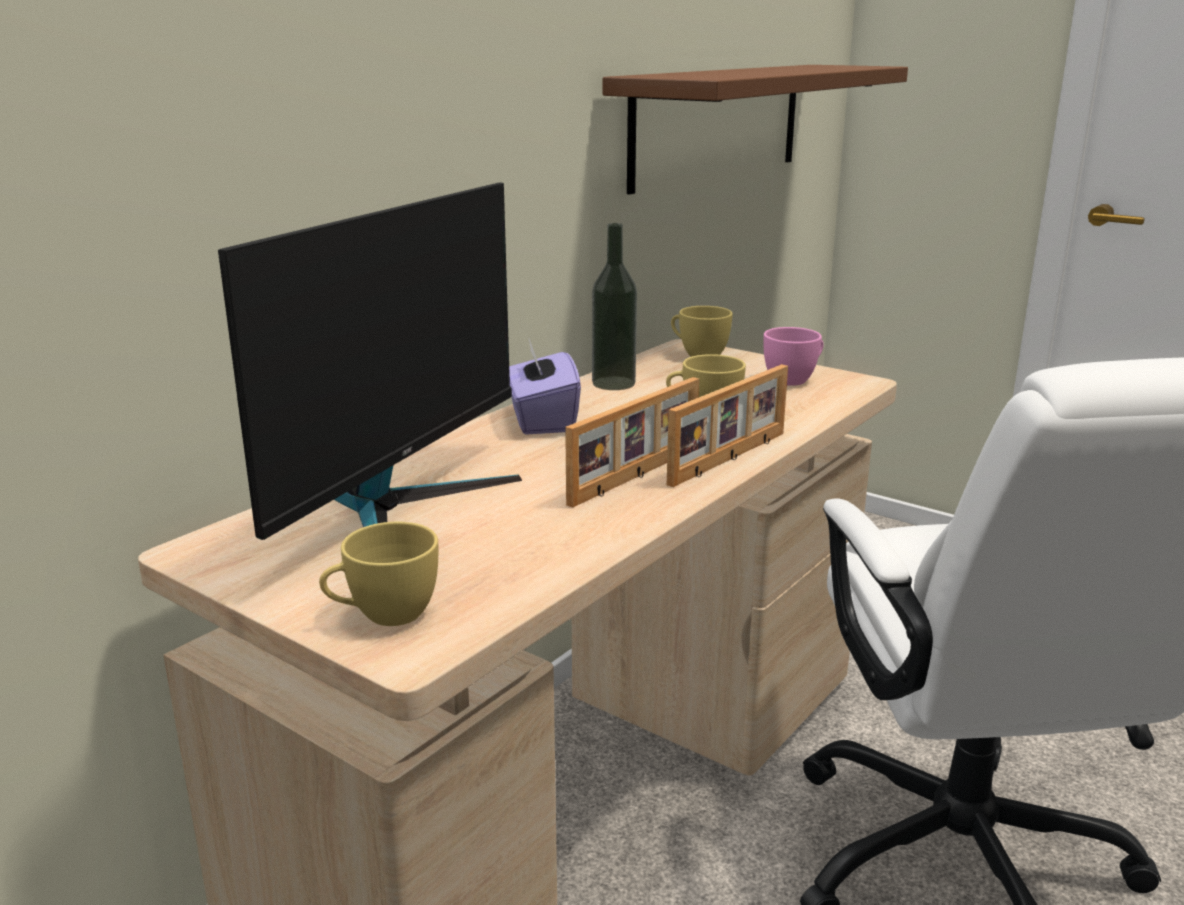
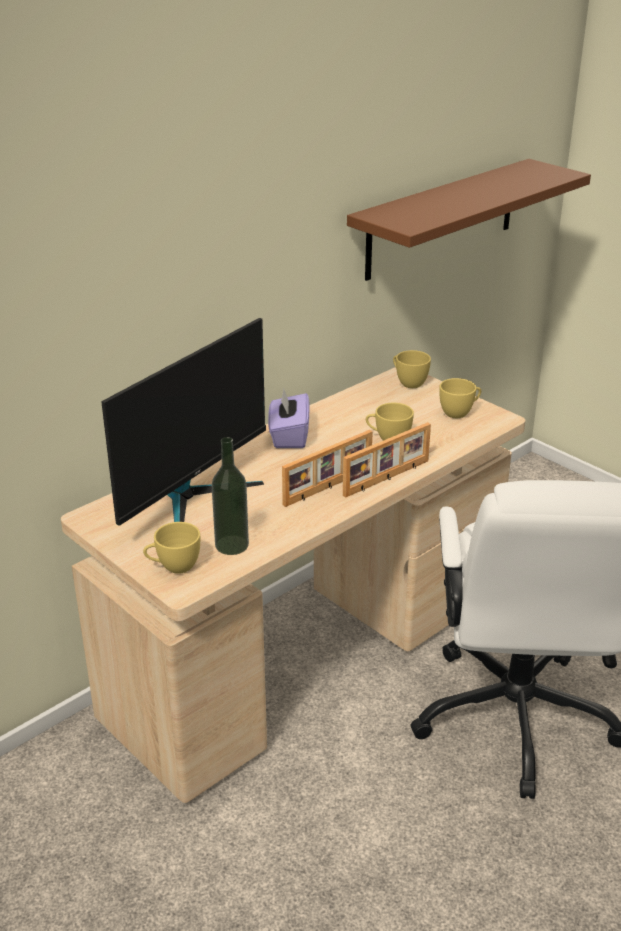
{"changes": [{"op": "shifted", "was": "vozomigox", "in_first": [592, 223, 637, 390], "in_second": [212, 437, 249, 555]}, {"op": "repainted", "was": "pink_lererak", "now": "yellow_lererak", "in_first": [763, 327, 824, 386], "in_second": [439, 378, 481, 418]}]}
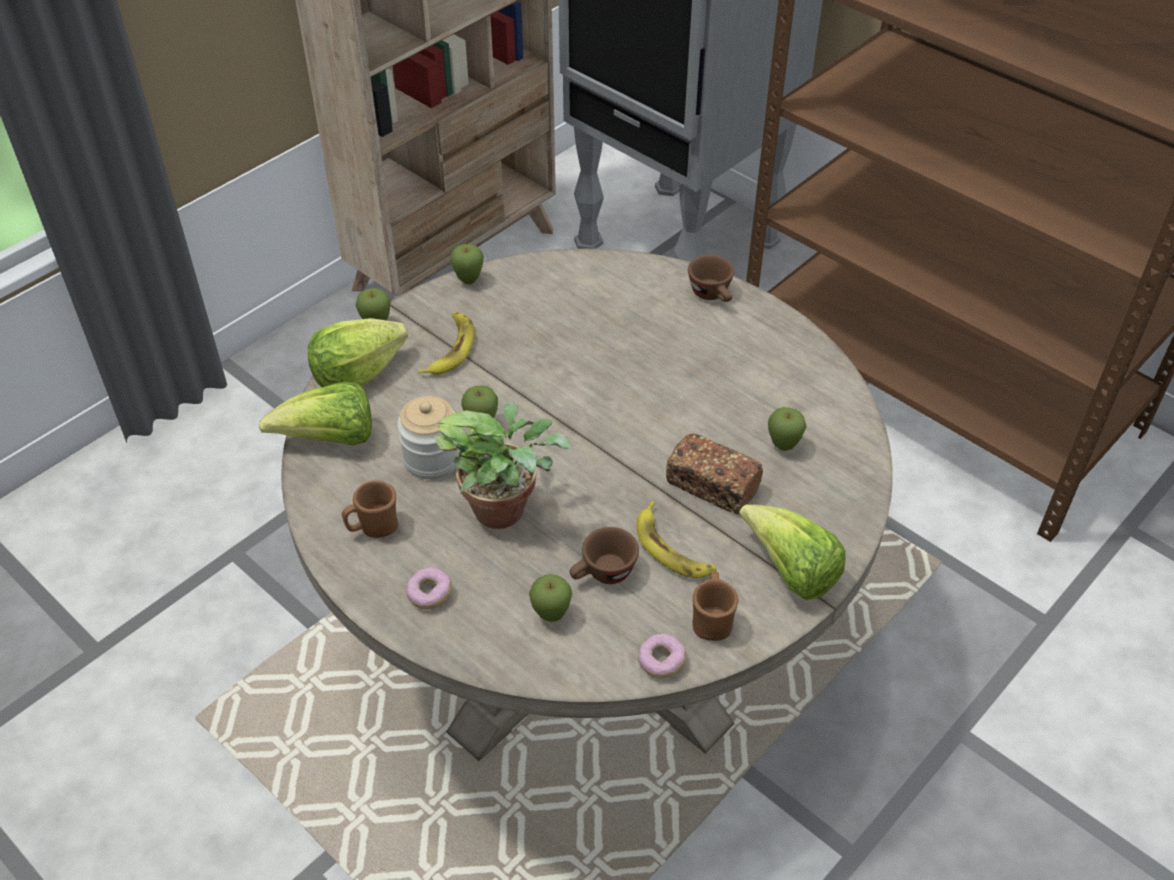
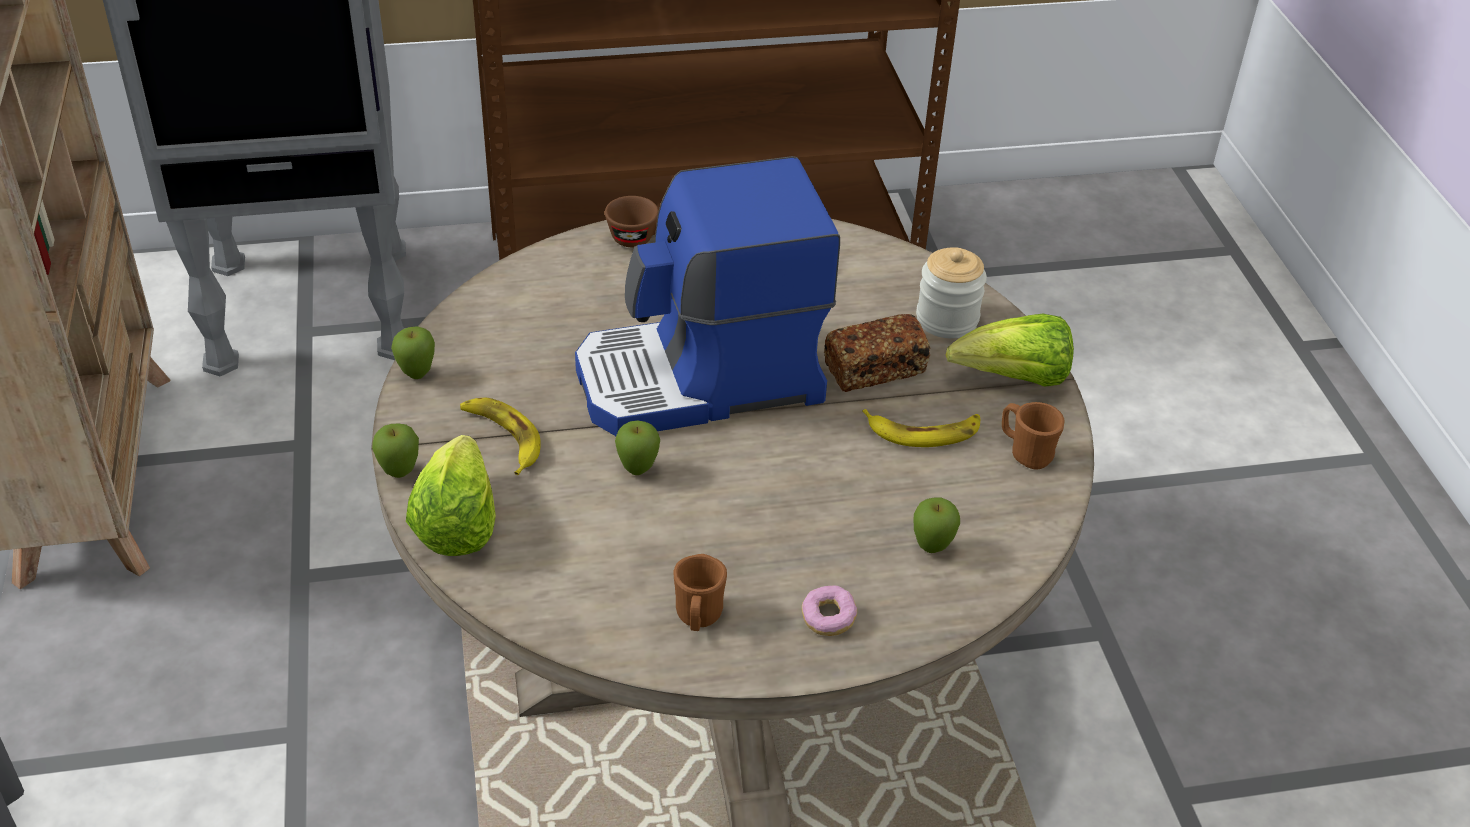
{"changes": [{"op": "gone", "was": "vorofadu", "in_first": [259, 382, 372, 445]}, {"op": "shifted", "was": "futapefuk", "in_first": [397, 396, 461, 479], "in_second": [916, 247, 987, 338]}, {"op": "gone", "was": "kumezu", "in_first": [434, 401, 571, 529]}, {"op": "gone", "was": "brown_lererak", "in_first": [570, 527, 639, 584]}, {"op": "gone", "was": "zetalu", "in_first": [638, 633, 686, 678]}, {"op": "gone", "was": "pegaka", "in_first": [768, 407, 807, 451]}, {"op": "new", "now": "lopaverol", "in_second": [575, 156, 840, 436]}]}
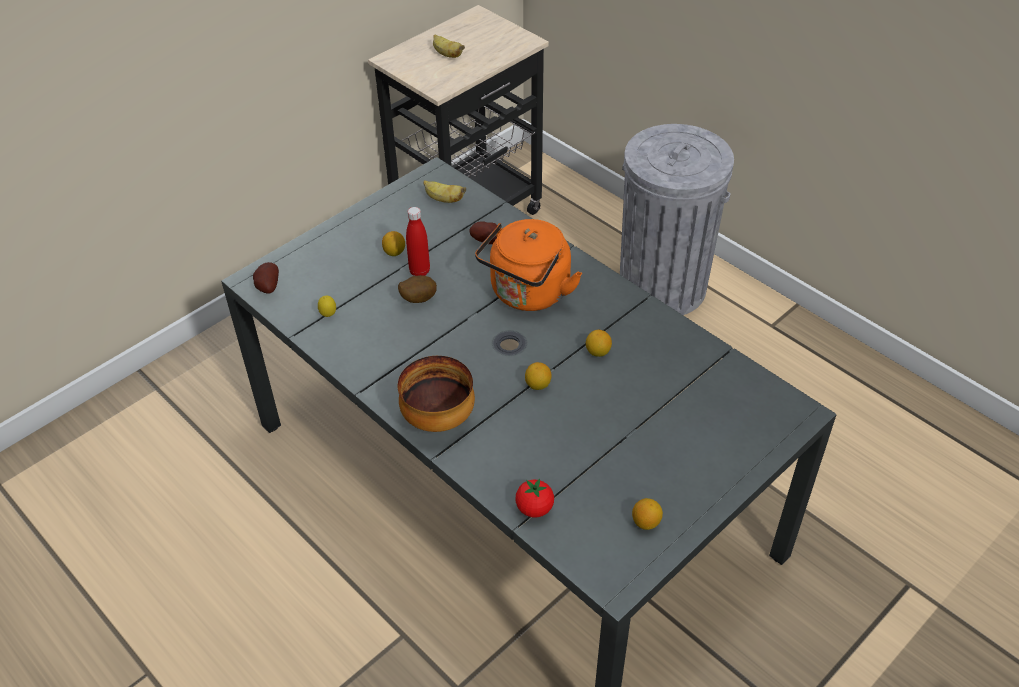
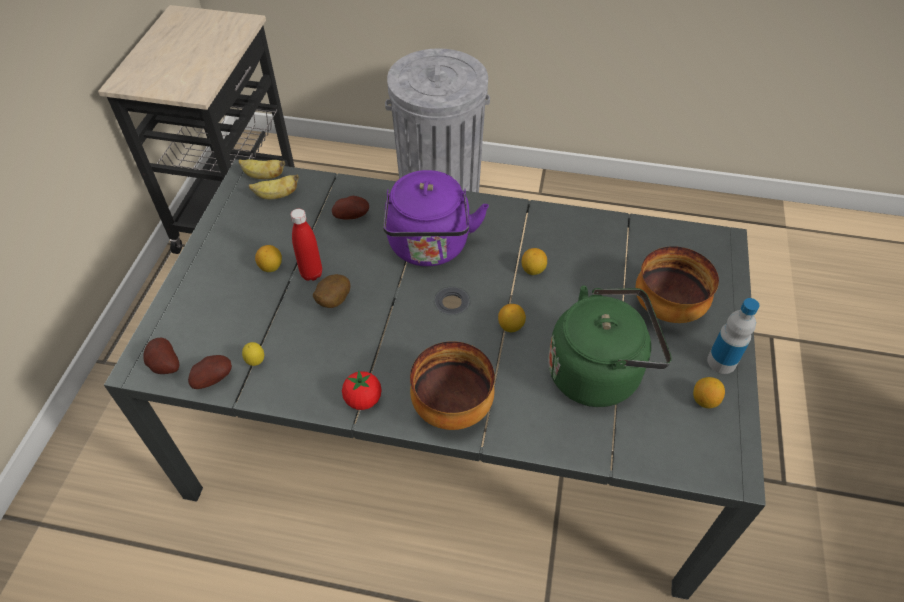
{"changes": [{"op": "shifted", "was": "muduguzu", "in_first": [433, 34, 465, 58], "in_second": [238, 159, 285, 179]}, {"op": "repainted", "was": "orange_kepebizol", "now": "purple_kepebizol", "in_first": [475, 219, 582, 311], "in_second": [383, 170, 489, 266]}, {"op": "shifted", "was": "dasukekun", "in_first": [515, 479, 554, 518], "in_second": [342, 370, 382, 410]}, {"op": "new", "now": "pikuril", "in_second": [188, 355, 232, 389]}, {"op": "new", "now": "green_kepebizol", "in_second": [548, 286, 672, 407]}, {"op": "new", "now": "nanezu", "in_second": [635, 246, 719, 323]}, {"op": "new", "now": "vozomigox", "in_second": [707, 298, 760, 374]}]}
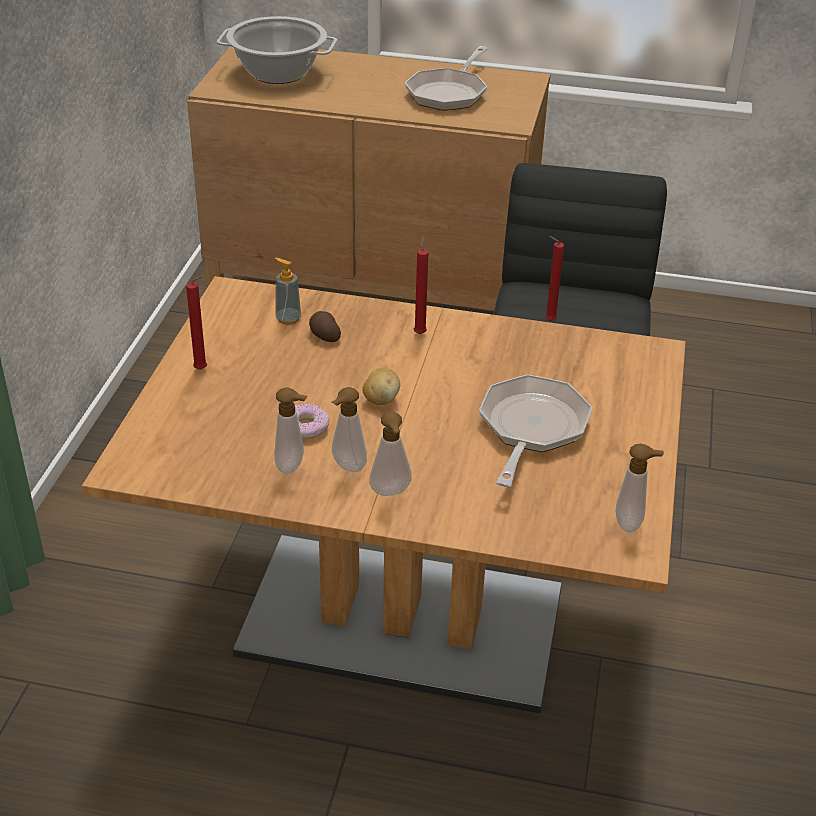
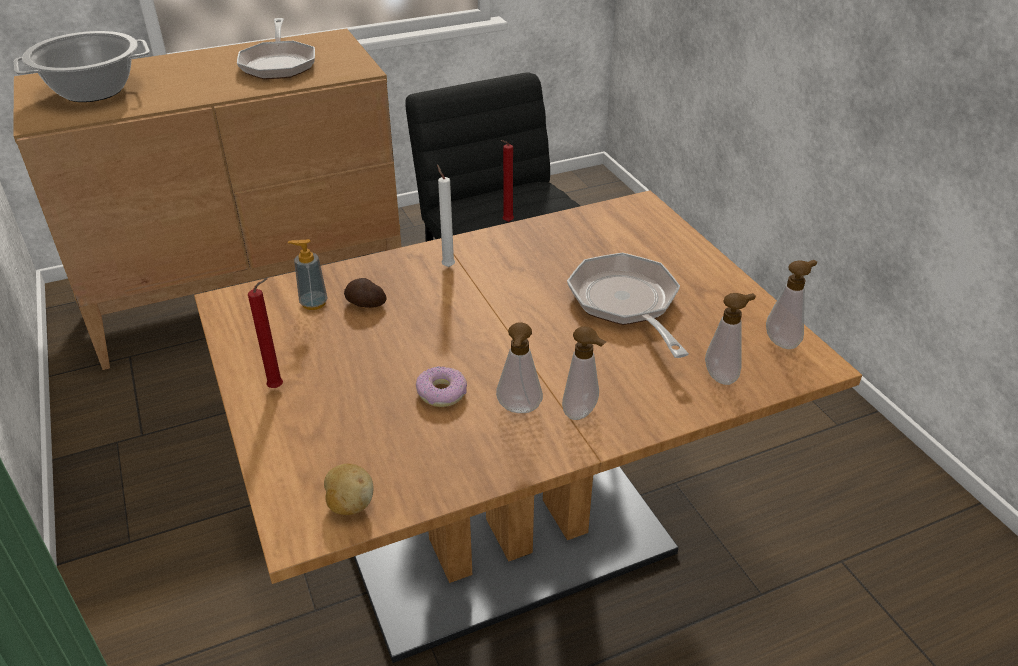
{"changes": [{"op": "shifted", "was": "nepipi", "in_first": [274, 388, 307, 474], "in_second": [705, 293, 756, 385]}, {"op": "shifted", "was": "pikuril", "in_first": [362, 368, 400, 405], "in_second": [324, 464, 374, 515]}, {"op": "repainted", "was": "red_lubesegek", "now": "white_lubesegek", "in_first": [414, 236, 428, 334], "in_second": [437, 164, 455, 267]}]}
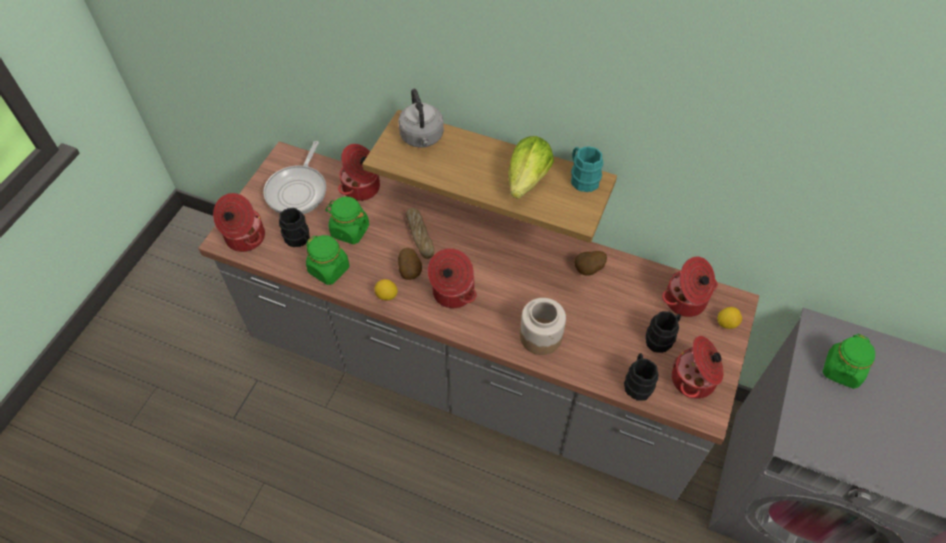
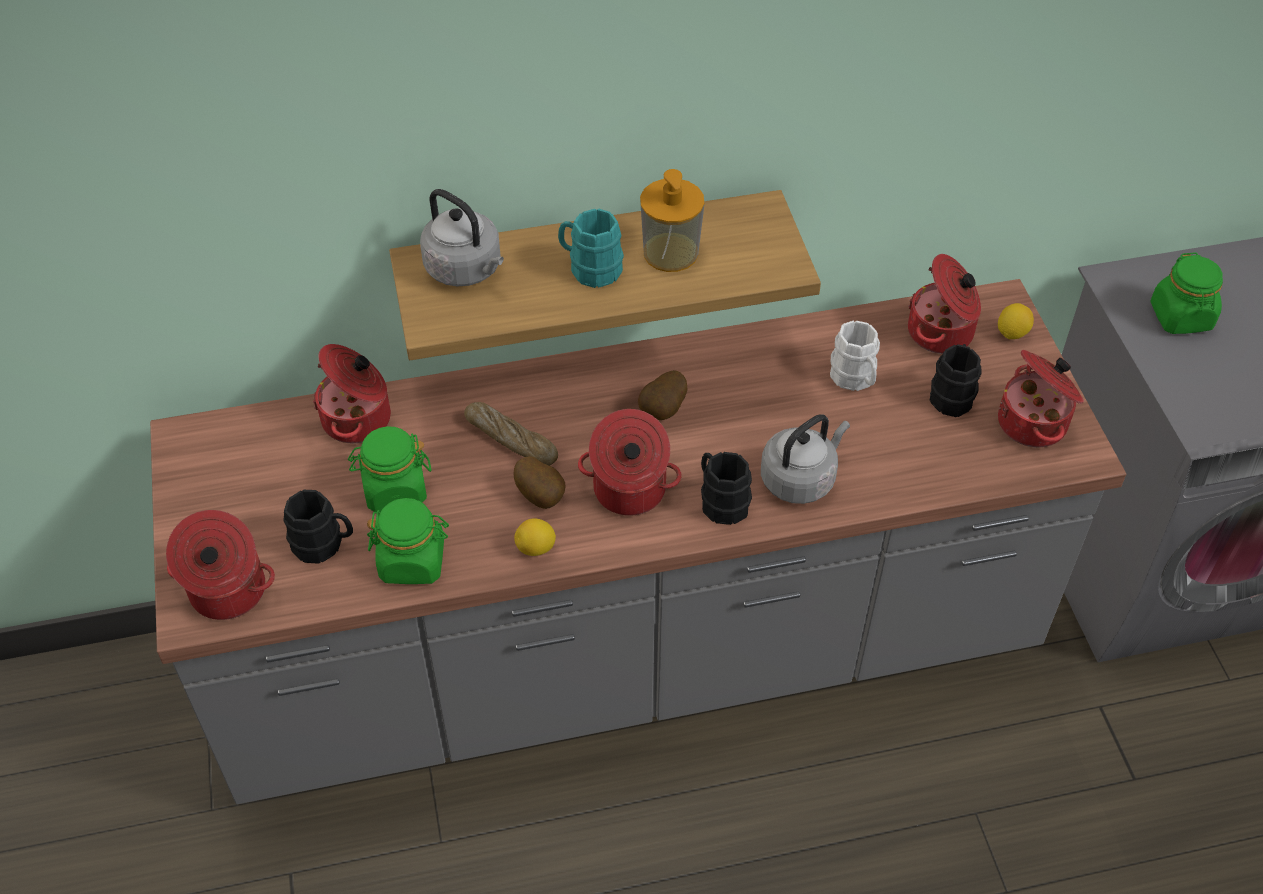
{"changes": [{"op": "gone", "was": "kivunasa", "in_first": [263, 141, 326, 214]}, {"op": "swapped", "was": "vorofadu", "now": "nepipi", "in_first": [508, 136, 554, 199], "in_second": [640, 169, 704, 272]}, {"op": "swapped", "was": "futapefuk", "now": "grey_kepebizol", "in_first": [520, 298, 566, 355], "in_second": [761, 414, 850, 504]}, {"op": "shifted", "was": "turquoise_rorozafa", "in_first": [571, 146, 603, 192], "in_second": [558, 208, 624, 288]}, {"op": "shifted", "was": "pikuril", "in_first": [574, 251, 607, 276], "in_second": [638, 370, 687, 420]}, {"op": "shifted", "was": "black_rorozafa", "in_first": [624, 353, 658, 400], "in_second": [701, 452, 752, 525]}, {"op": "new", "now": "white_rorozafa", "in_second": [830, 321, 880, 391]}]}
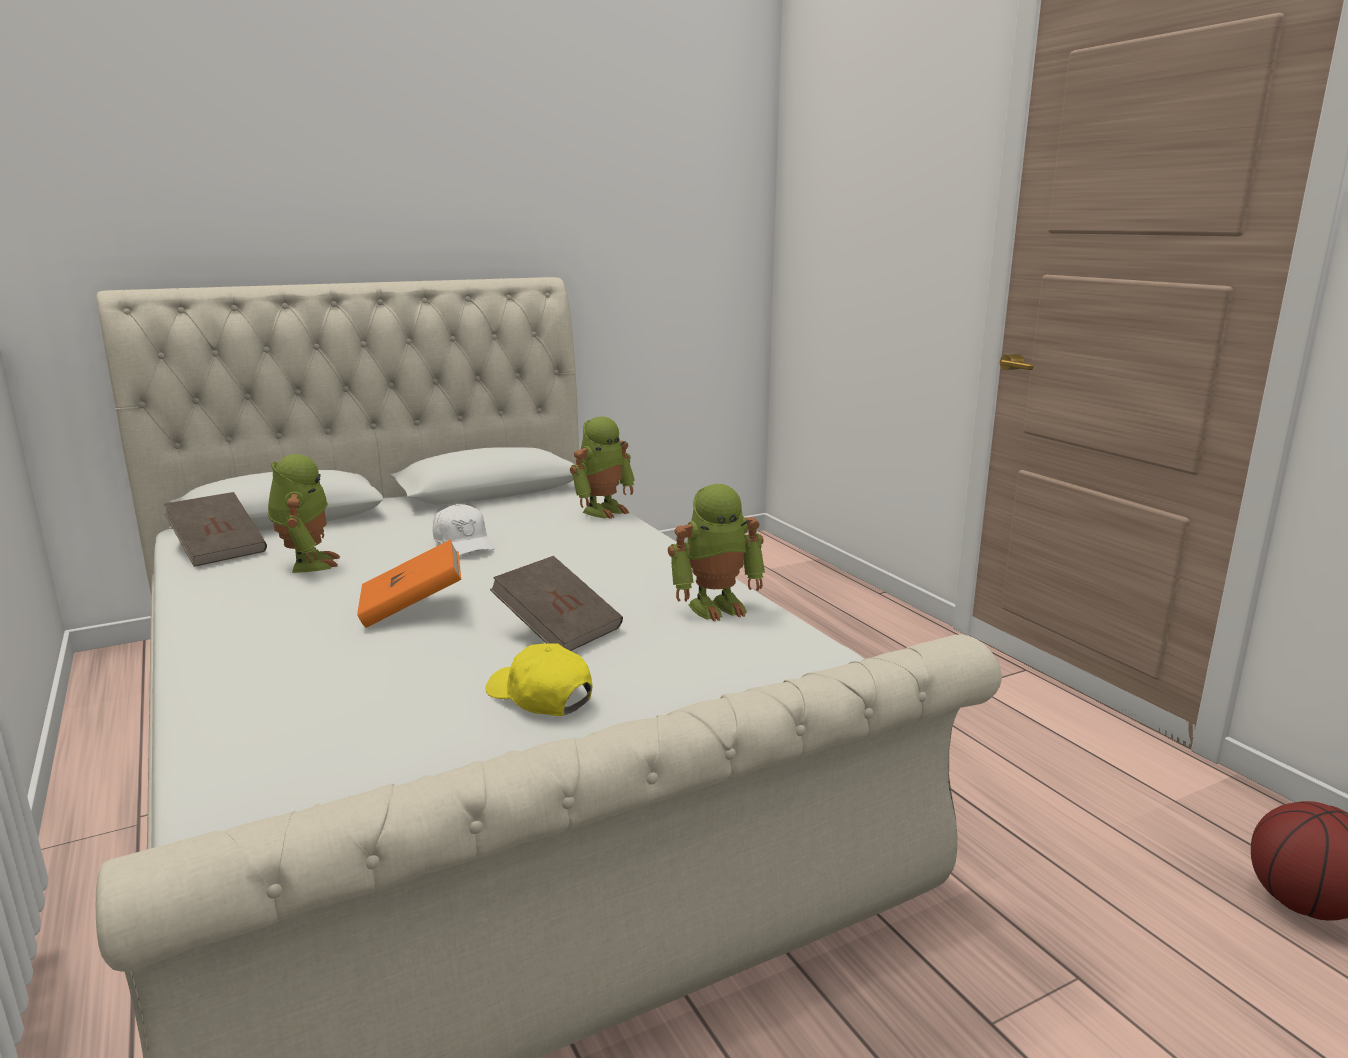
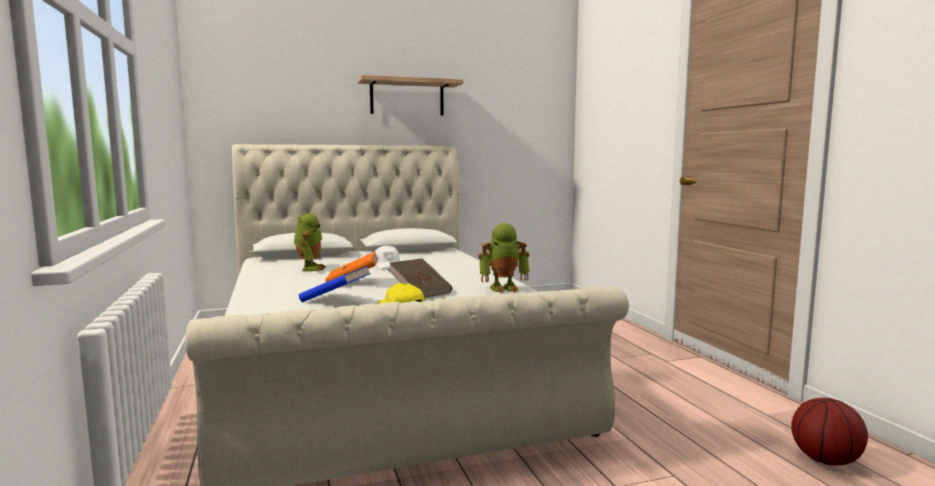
{"changes": [{"op": "gone", "was": "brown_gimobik", "in_first": [164, 492, 267, 567]}, {"op": "gone", "was": "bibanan", "in_first": [570, 416, 635, 519]}, {"op": "new", "now": "blue_gimobik", "in_second": [299, 266, 371, 303]}, {"op": "new", "now": "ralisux", "in_second": [357, 75, 463, 115]}]}
